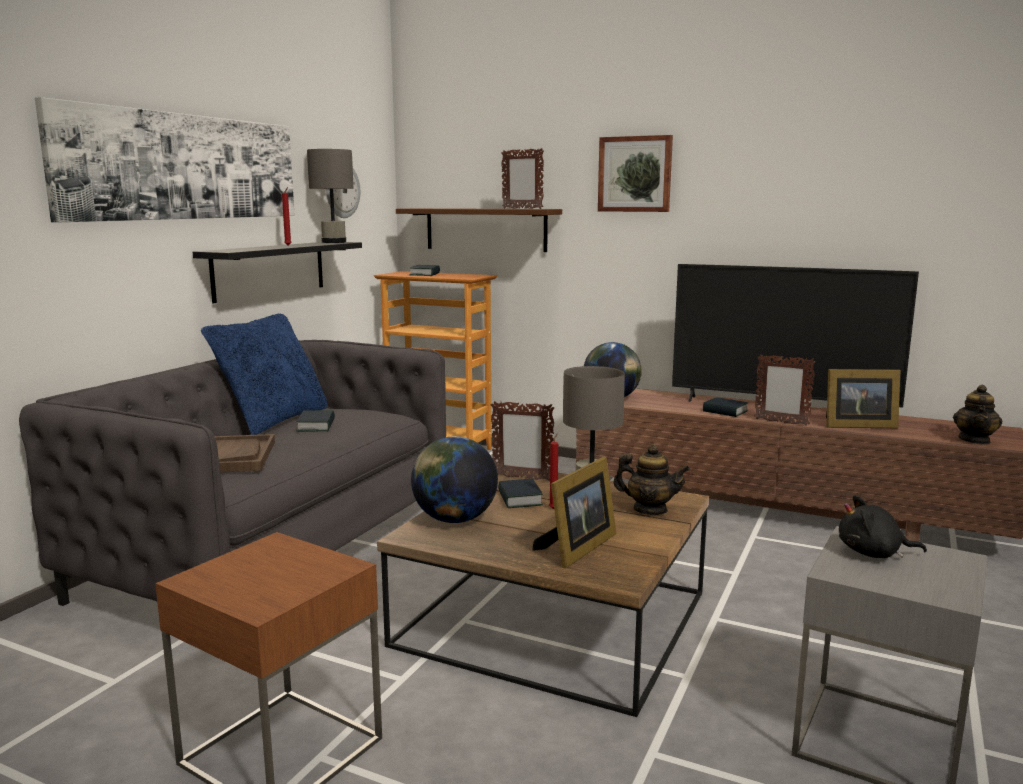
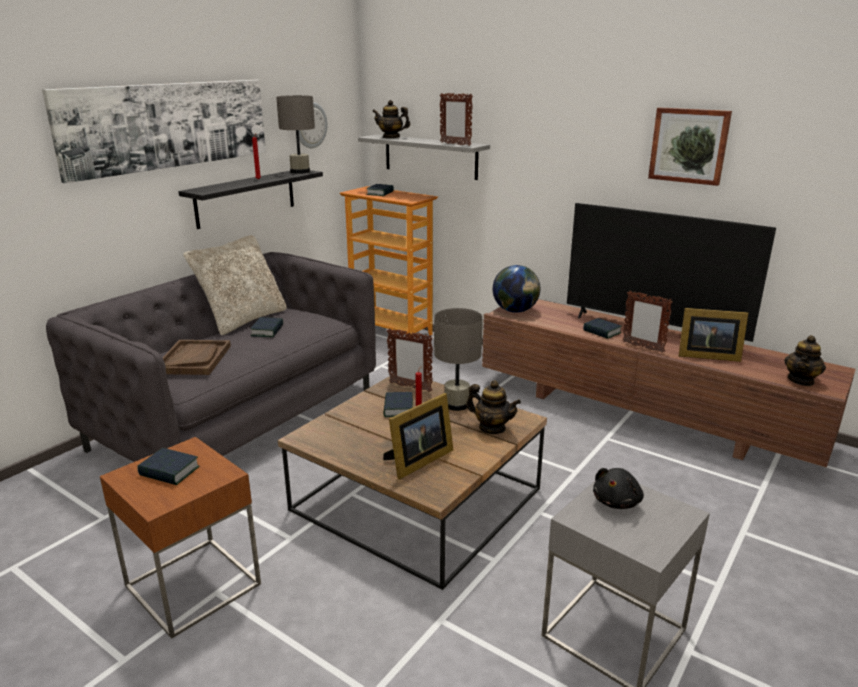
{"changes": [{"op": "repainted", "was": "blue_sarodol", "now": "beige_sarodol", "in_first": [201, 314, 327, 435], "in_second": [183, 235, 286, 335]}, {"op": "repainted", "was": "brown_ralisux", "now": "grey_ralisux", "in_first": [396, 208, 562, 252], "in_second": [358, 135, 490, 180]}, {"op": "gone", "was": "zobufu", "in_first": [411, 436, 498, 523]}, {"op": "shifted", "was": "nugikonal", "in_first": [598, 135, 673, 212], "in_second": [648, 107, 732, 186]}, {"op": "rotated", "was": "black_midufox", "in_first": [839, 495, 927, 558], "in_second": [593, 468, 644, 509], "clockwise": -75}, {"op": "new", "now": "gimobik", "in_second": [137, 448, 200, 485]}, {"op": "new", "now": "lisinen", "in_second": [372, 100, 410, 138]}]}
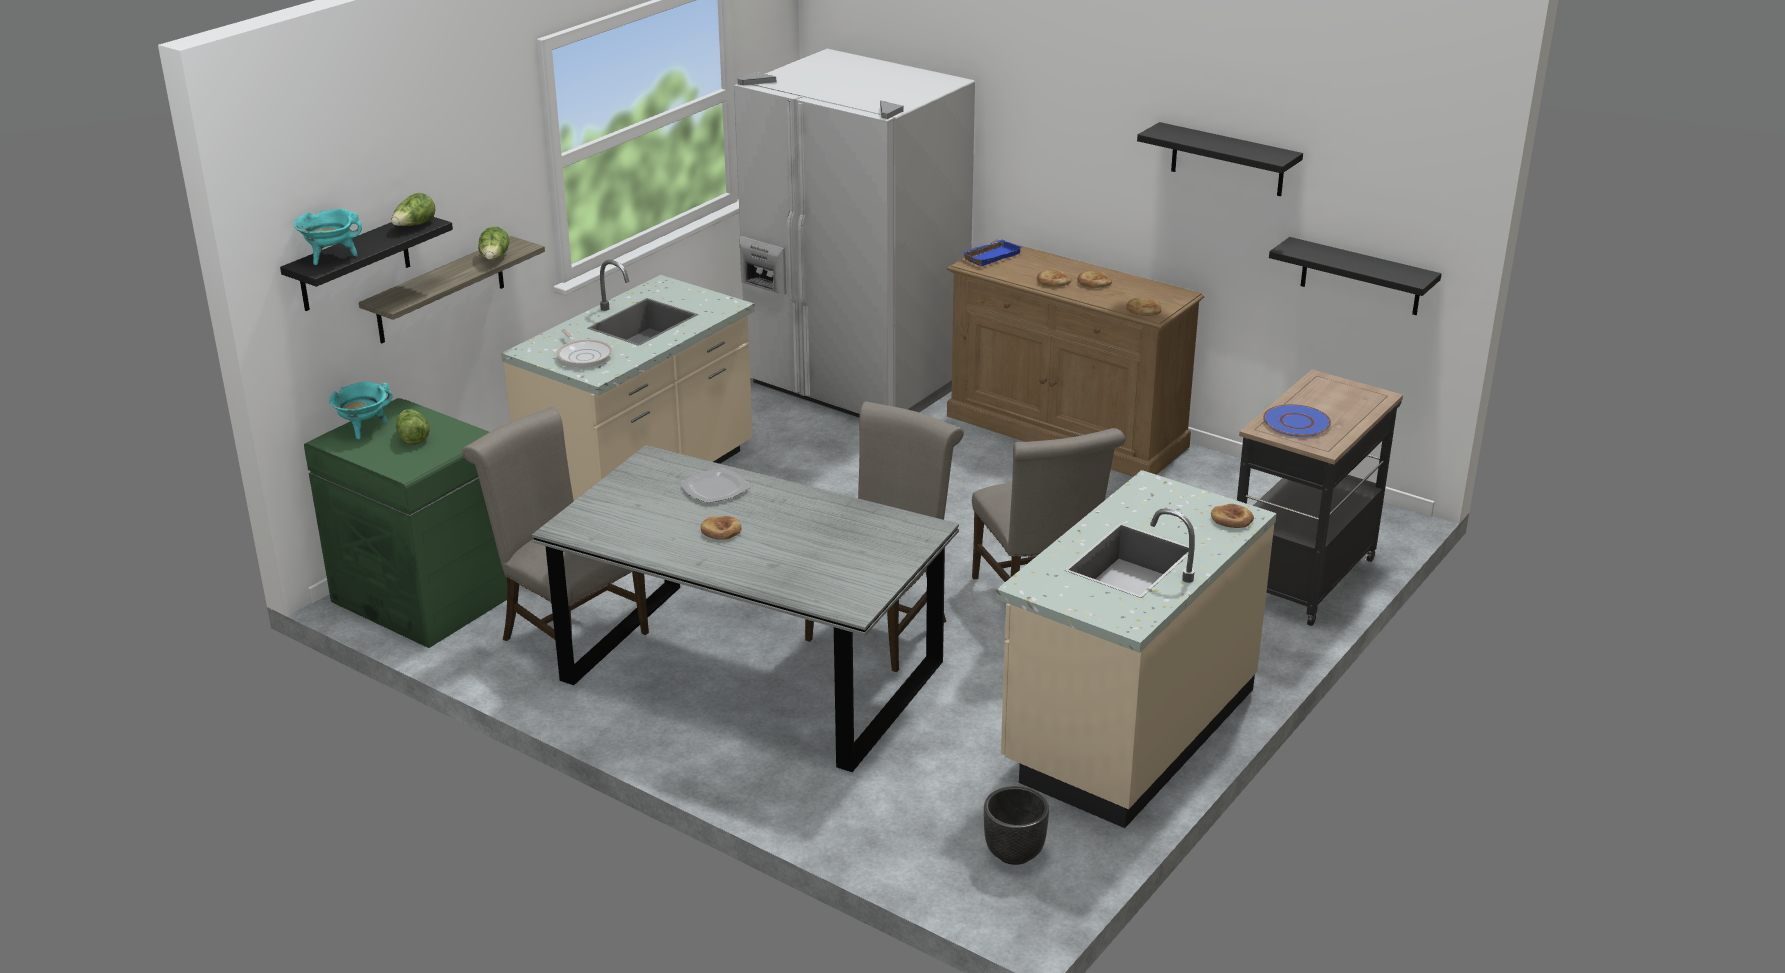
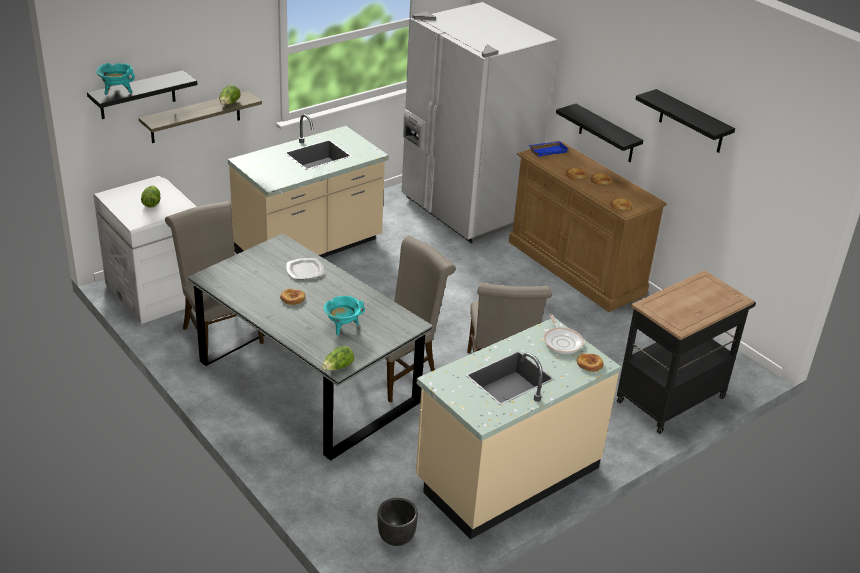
{"changes": [{"op": "repainted", "was": "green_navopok", "now": "white_navopok", "in_first": [304, 398, 507, 648], "in_second": [93, 176, 197, 324]}, {"op": "shifted", "was": "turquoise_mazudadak", "in_first": [329, 382, 392, 440], "in_second": [324, 296, 365, 336]}, {"op": "shifted", "was": "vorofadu", "in_first": [392, 193, 436, 226], "in_second": [322, 346, 354, 371]}, {"op": "shifted", "was": "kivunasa", "in_first": [557, 329, 612, 367], "in_second": [544, 314, 584, 354]}, {"op": "gone", "was": "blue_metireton", "in_first": [1263, 404, 1331, 437]}, {"op": "shifted", "was": "black_ralisux", "in_first": [1269, 237, 1442, 315], "in_second": [556, 104, 643, 162]}]}
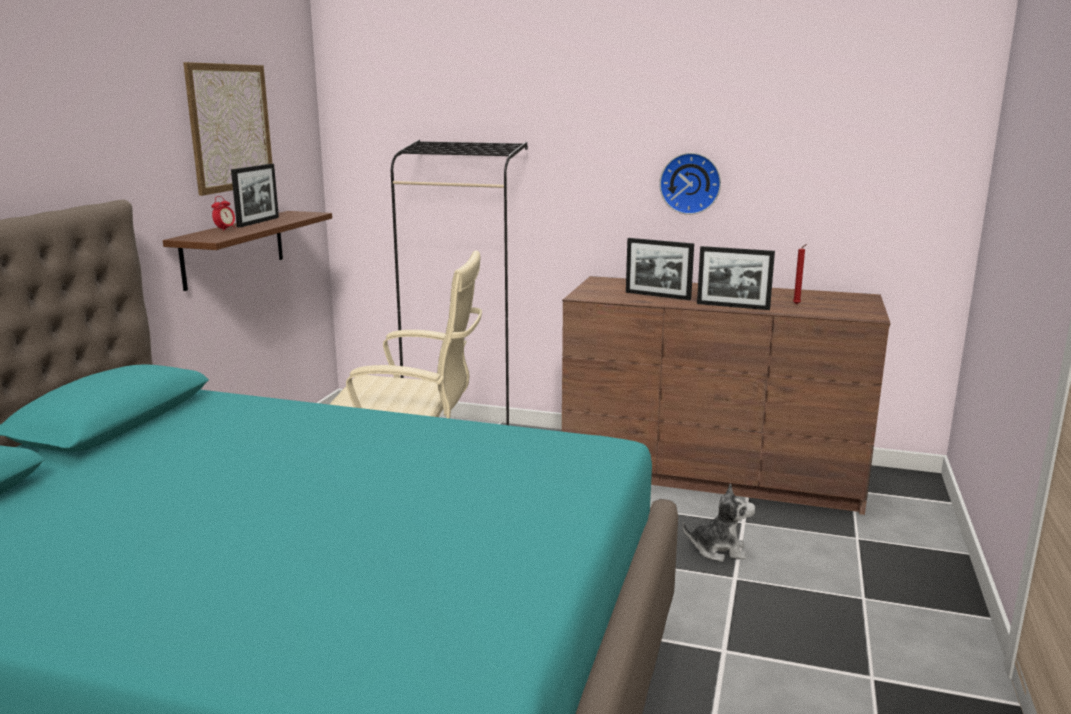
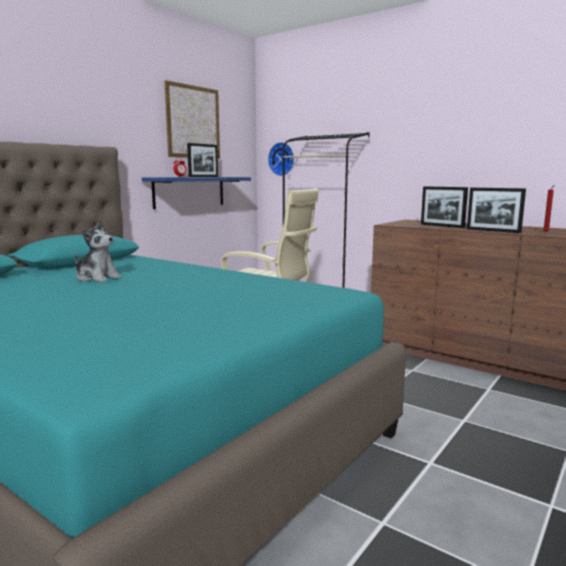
{"changes": [{"op": "repainted", "was": "brown_ralisux", "now": "blue_ralisux", "in_first": [163, 211, 332, 291], "in_second": [142, 177, 251, 209]}, {"op": "shifted", "was": "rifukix", "in_first": [659, 153, 721, 215], "in_second": [268, 142, 294, 176]}, {"op": "shifted", "was": "midufox", "in_first": [682, 484, 756, 562], "in_second": [74, 220, 122, 282]}]}
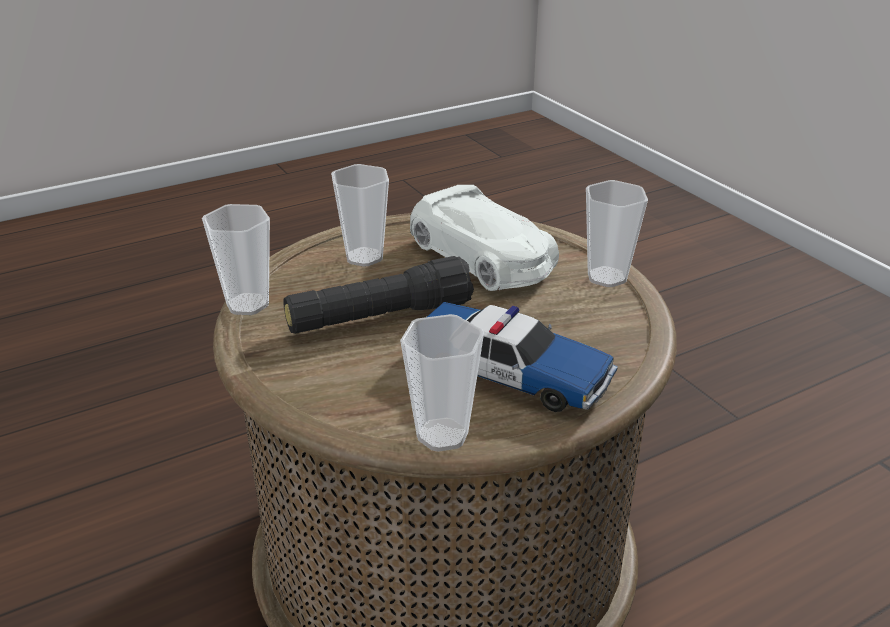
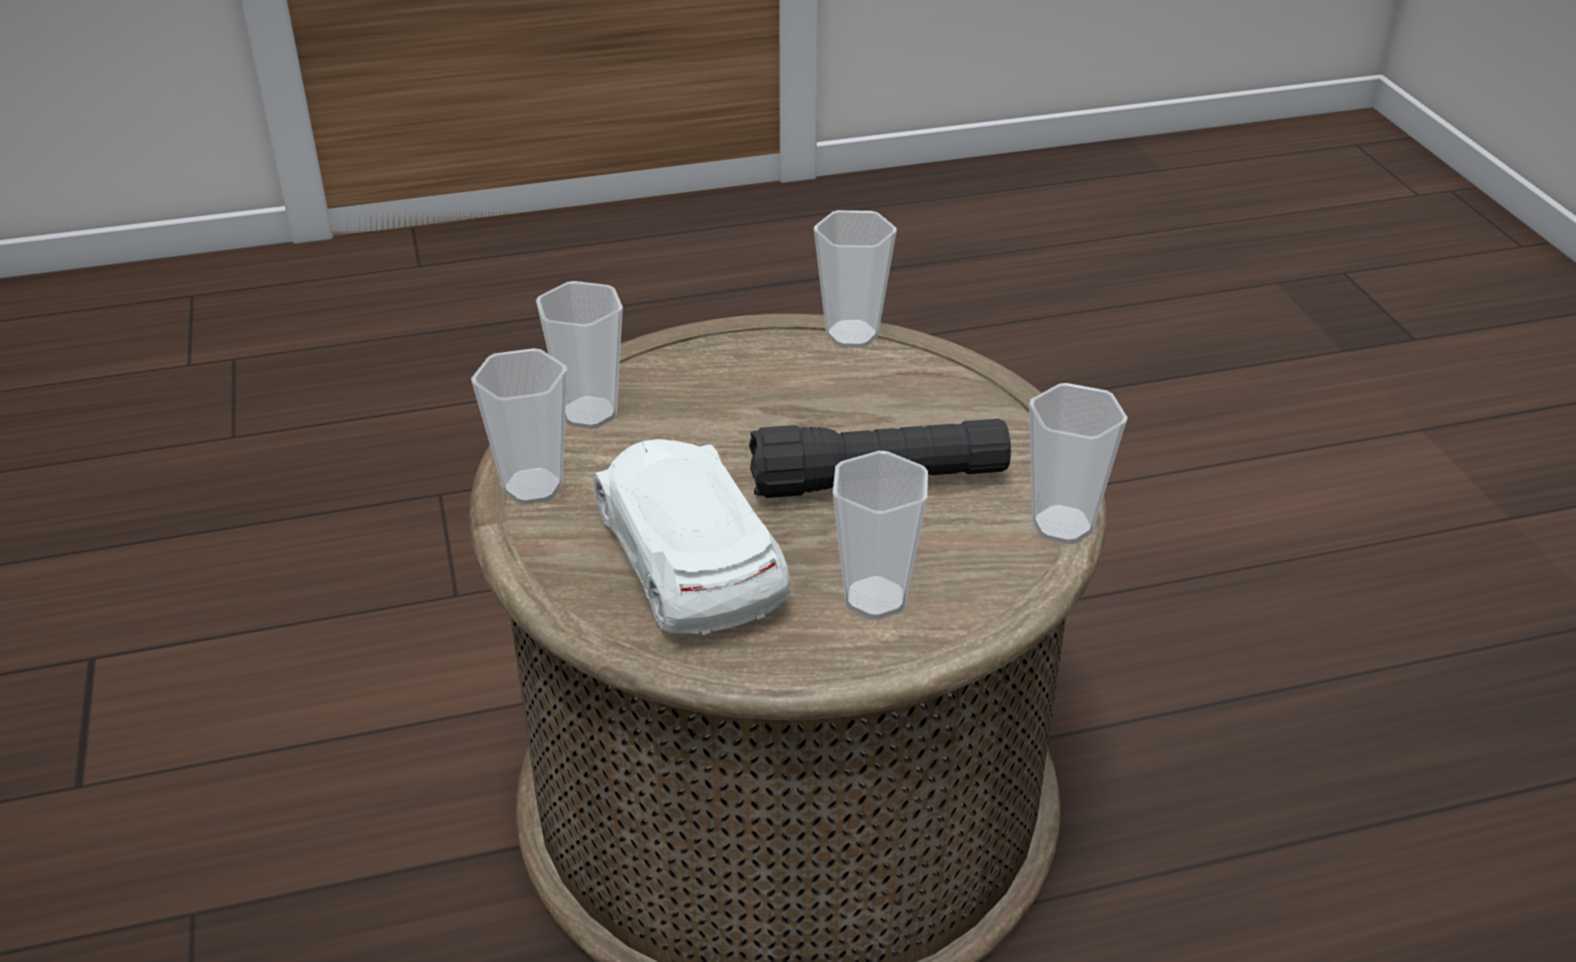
{"changes": [{"op": "gone", "was": "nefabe", "in_first": [427, 302, 618, 412]}, {"op": "new", "now": "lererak", "in_second": [536, 281, 623, 429]}]}
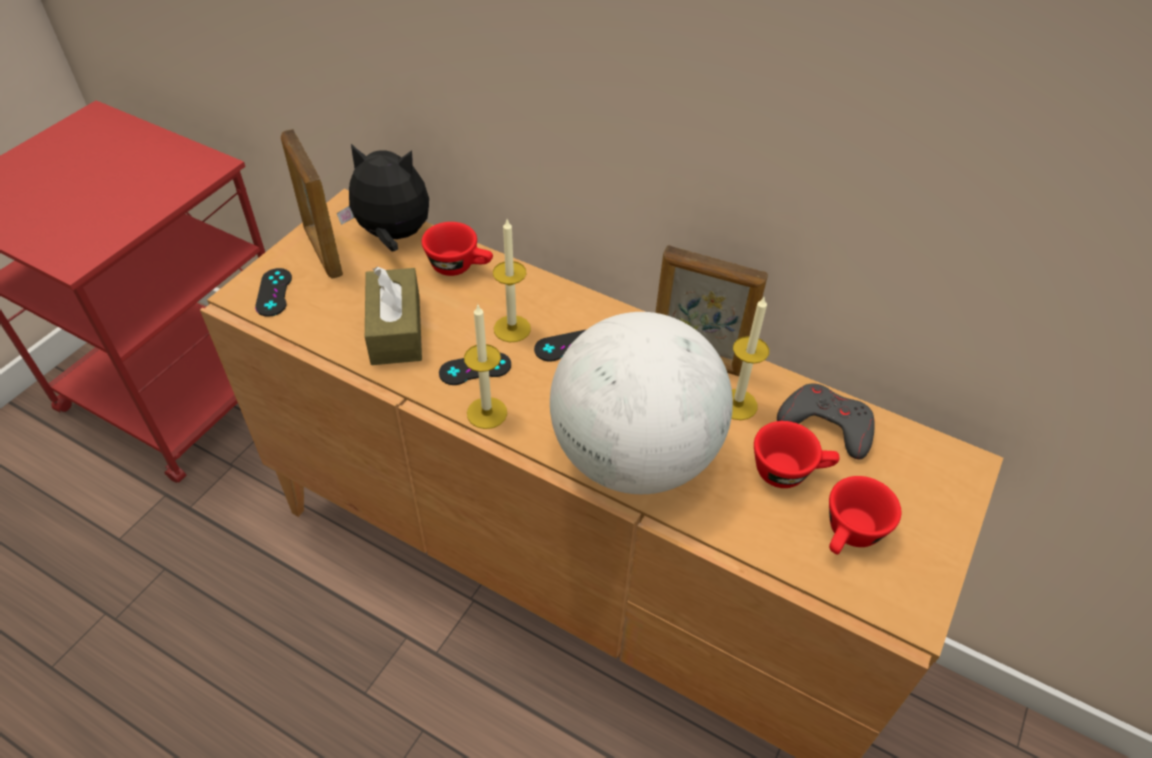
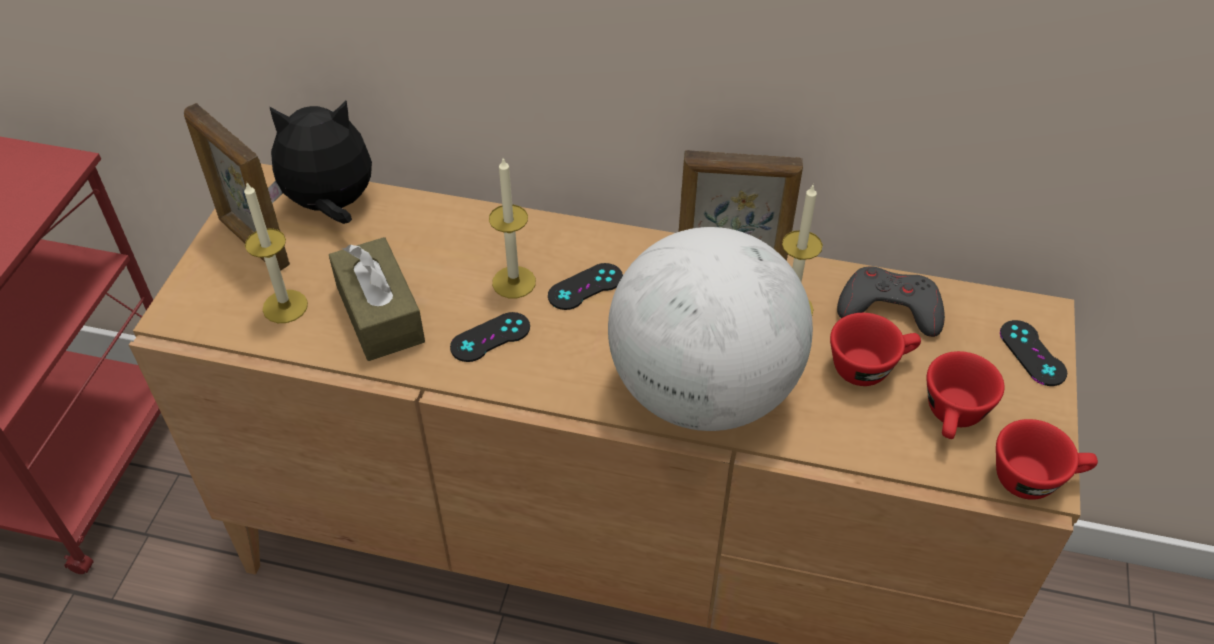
{"changes": [{"op": "shifted", "was": "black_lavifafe", "in_first": [255, 268, 292, 317], "in_second": [1000, 320, 1067, 386]}, {"op": "shifted", "was": "red_lererak", "in_first": [422, 222, 493, 276], "in_second": [996, 419, 1098, 500]}, {"op": "shifted", "was": "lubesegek", "in_first": [464, 303, 507, 429], "in_second": [244, 181, 308, 323]}]}
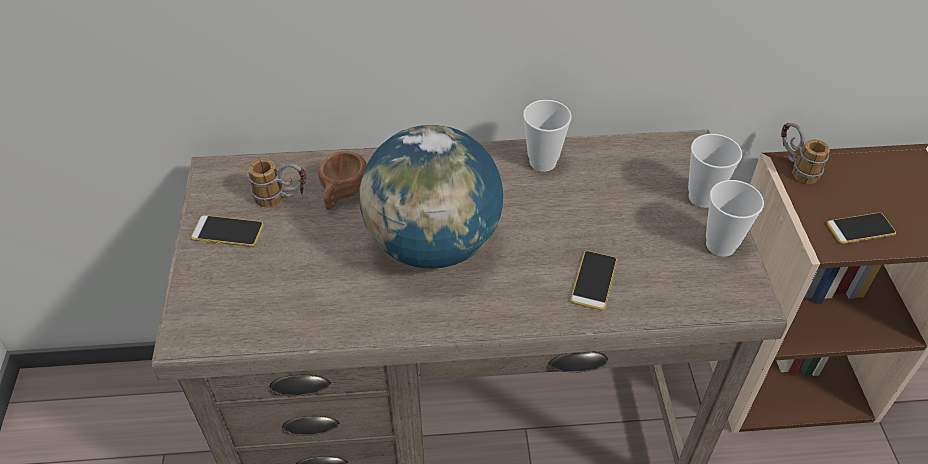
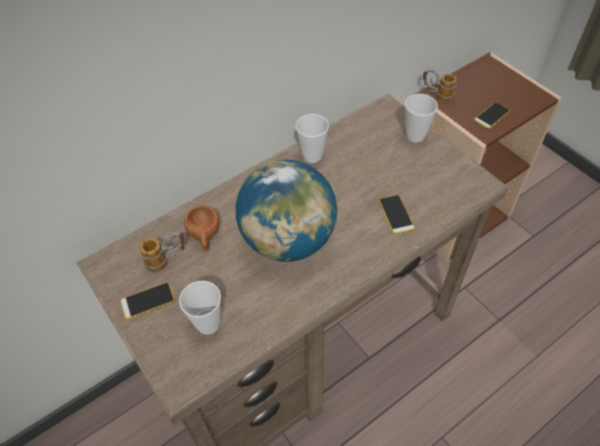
{"changes": [{"op": "shifted", "was": "lererak", "in_first": [706, 180, 764, 257], "in_second": [179, 281, 221, 335]}]}
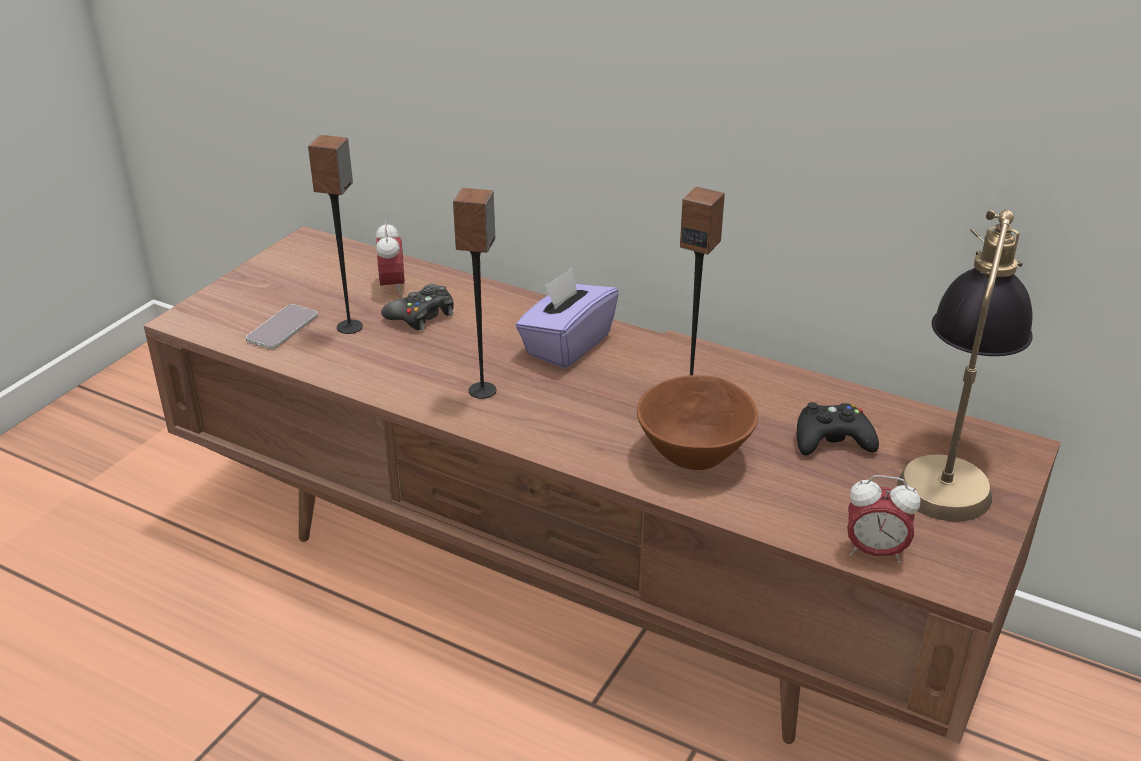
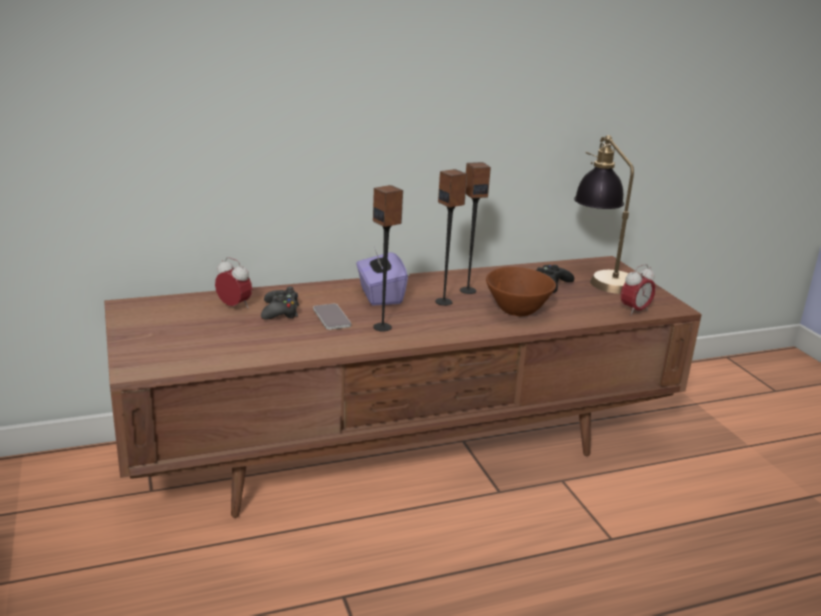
{"changes": [{"op": "shifted", "was": "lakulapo", "in_first": [246, 304, 318, 349], "in_second": [313, 304, 351, 330]}, {"op": "shifted", "was": "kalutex", "in_first": [308, 135, 363, 334], "in_second": [435, 169, 467, 306]}]}
